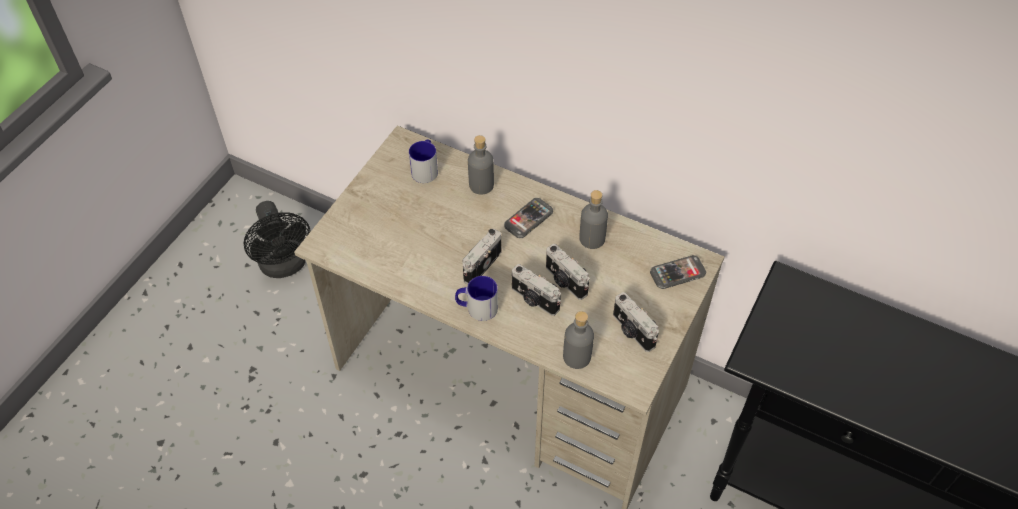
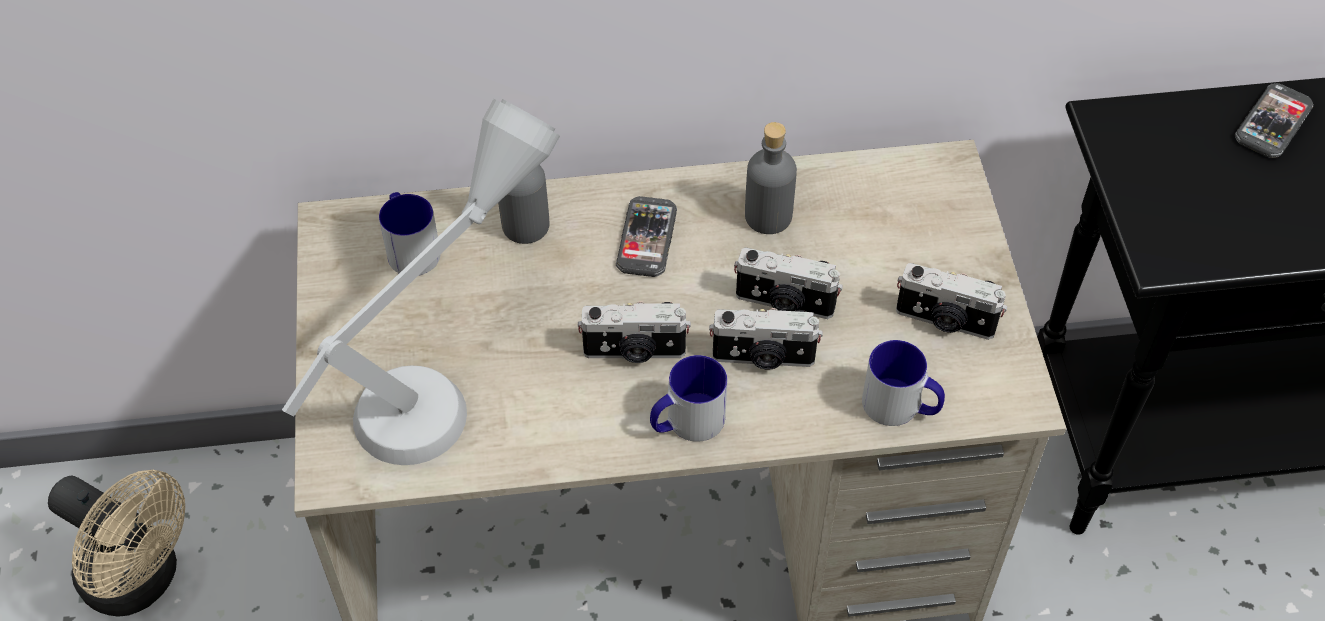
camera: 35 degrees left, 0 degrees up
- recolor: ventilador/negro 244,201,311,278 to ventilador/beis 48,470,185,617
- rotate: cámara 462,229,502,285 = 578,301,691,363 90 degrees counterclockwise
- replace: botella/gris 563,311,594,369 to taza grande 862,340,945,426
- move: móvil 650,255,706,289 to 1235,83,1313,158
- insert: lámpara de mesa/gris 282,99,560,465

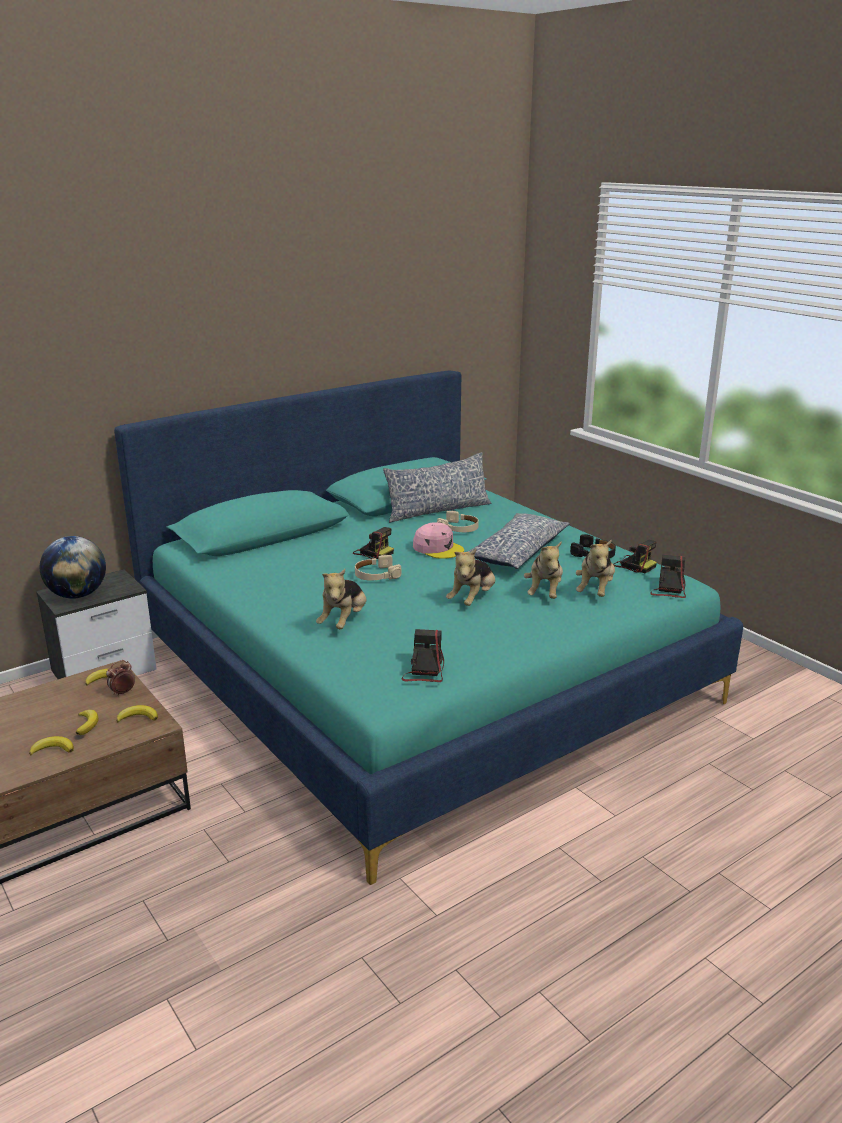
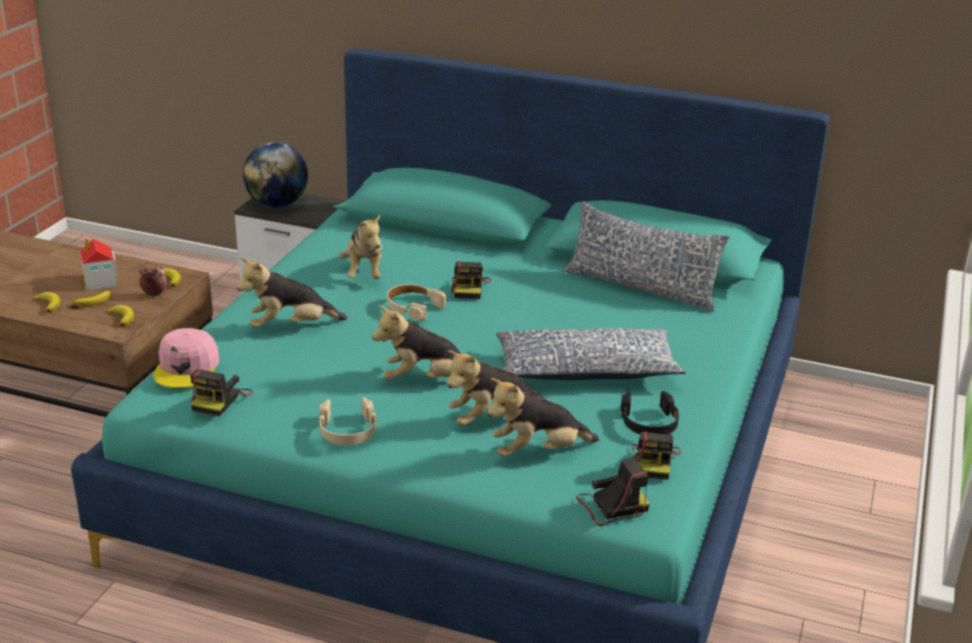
camera: 55 degrees right, 5 degrees up
- rotate: cámara 402,629,444,682 = 190,369,253,416 135 degrees clockwise
- move: gorra/rosa 413,522,464,559 to 153,328,219,388
- move: auriculares/beis 437,511,479,532 to 318,397,377,446
- insert: casita 79,237,118,291
- insert: peluche 338,213,382,279

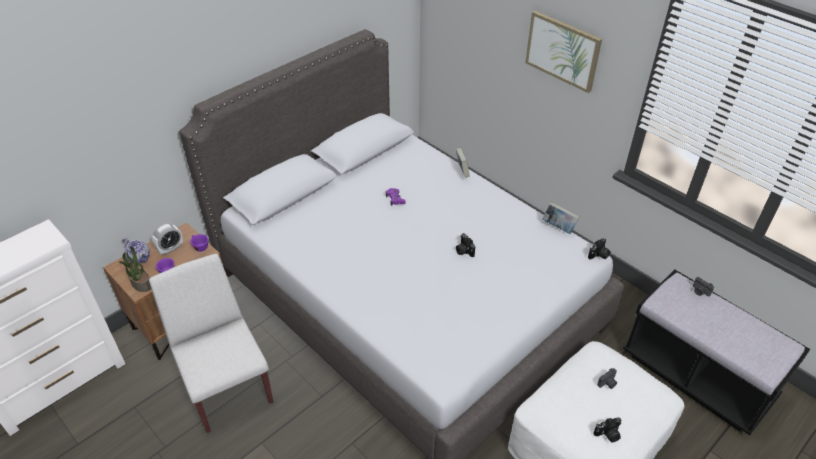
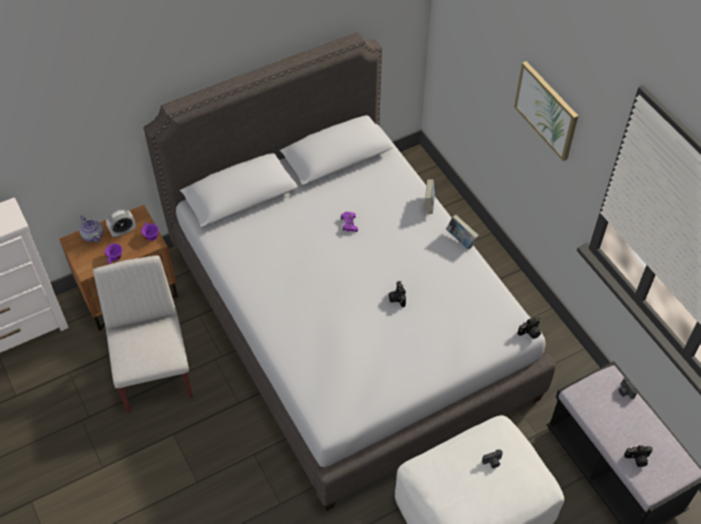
camera: 15 degrees right, 10 degrees up
- delete: planta en maceta 119,246,151,292
- move: libro 542,202,580,234 to 446,215,479,250
- move: cámara 593,417,622,443 to 624,445,653,467

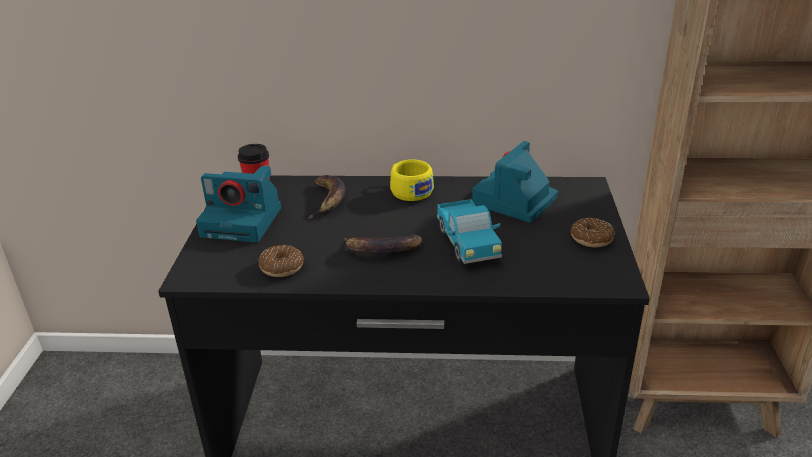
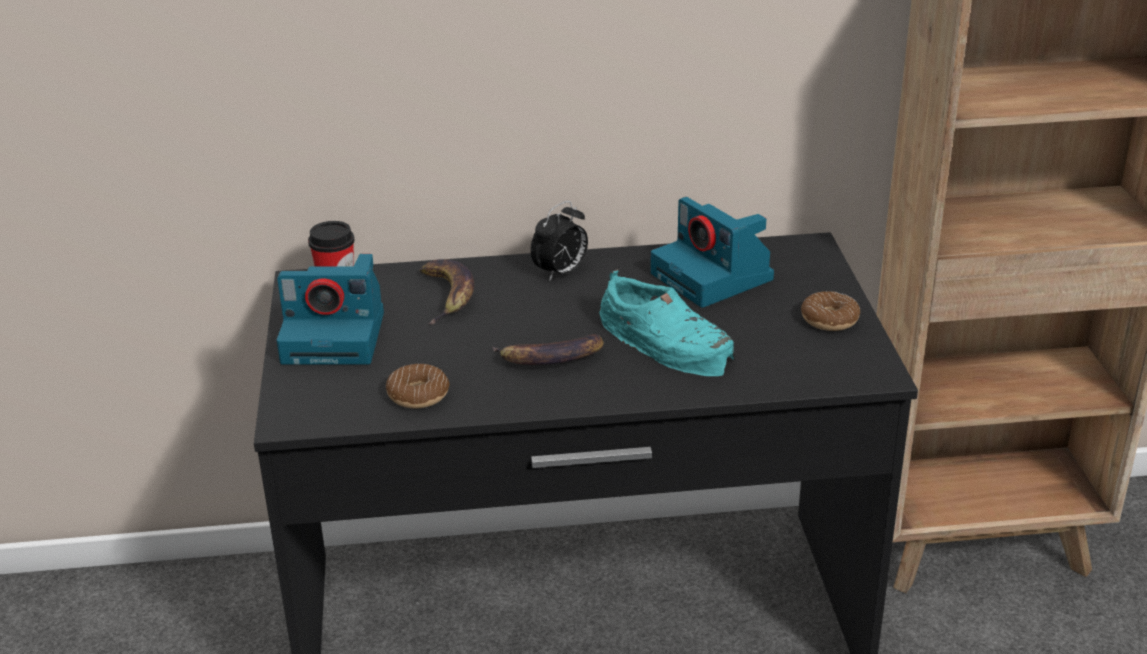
camera: 10 degrees left, 0 degrees up
- replace: taza/amarillo 390,159,434,201 to despertador 531,201,588,281
- replace: camión de juguete 437,199,502,264 to zapato/turquesa 599,269,734,376
- rotate: cámara 472,141,558,223 = 651,197,774,308 60 degrees counterclockwise

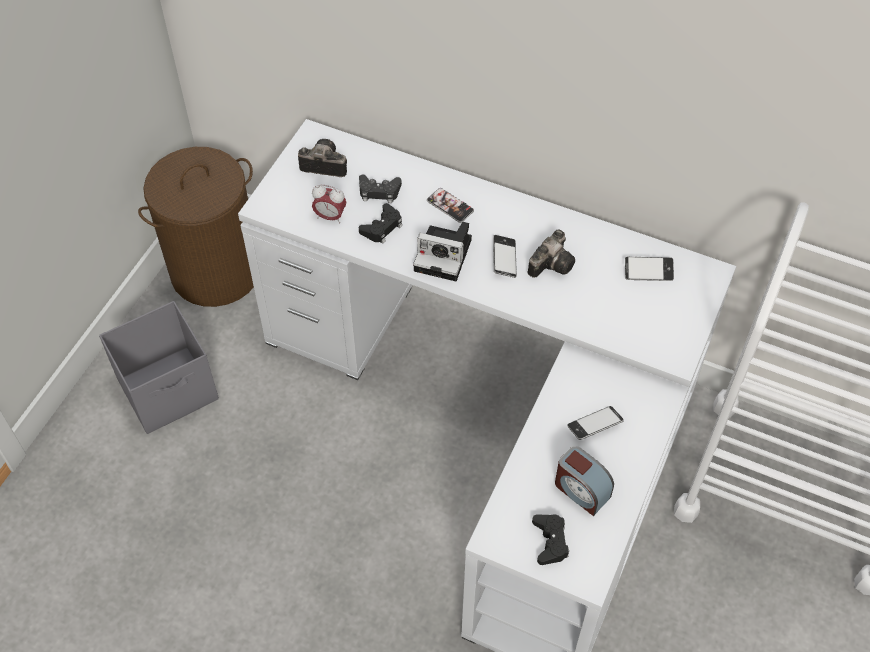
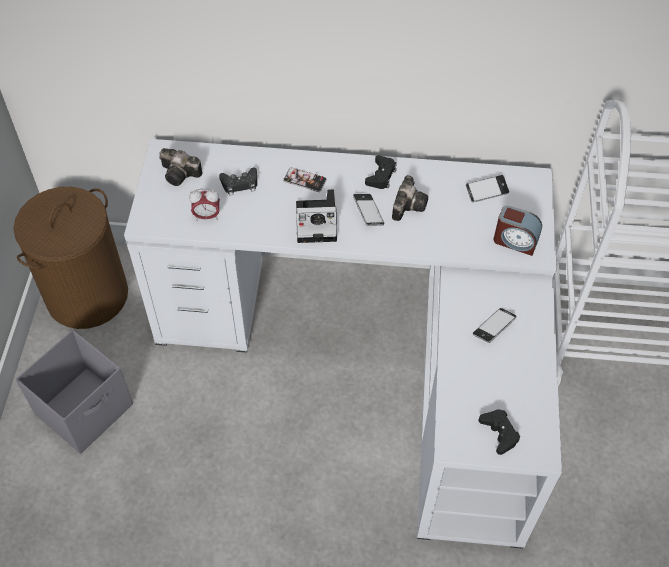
camera: 20 degrees left, 0 degrees up
- rotate: cámara 298,139,347,177 = 159,148,202,186 150 degrees counterclockwise
- move: mando de consola/negro 359,203,402,244 to 365,155,397,189
- move: despertador 555,446,614,516 to 493,205,542,256

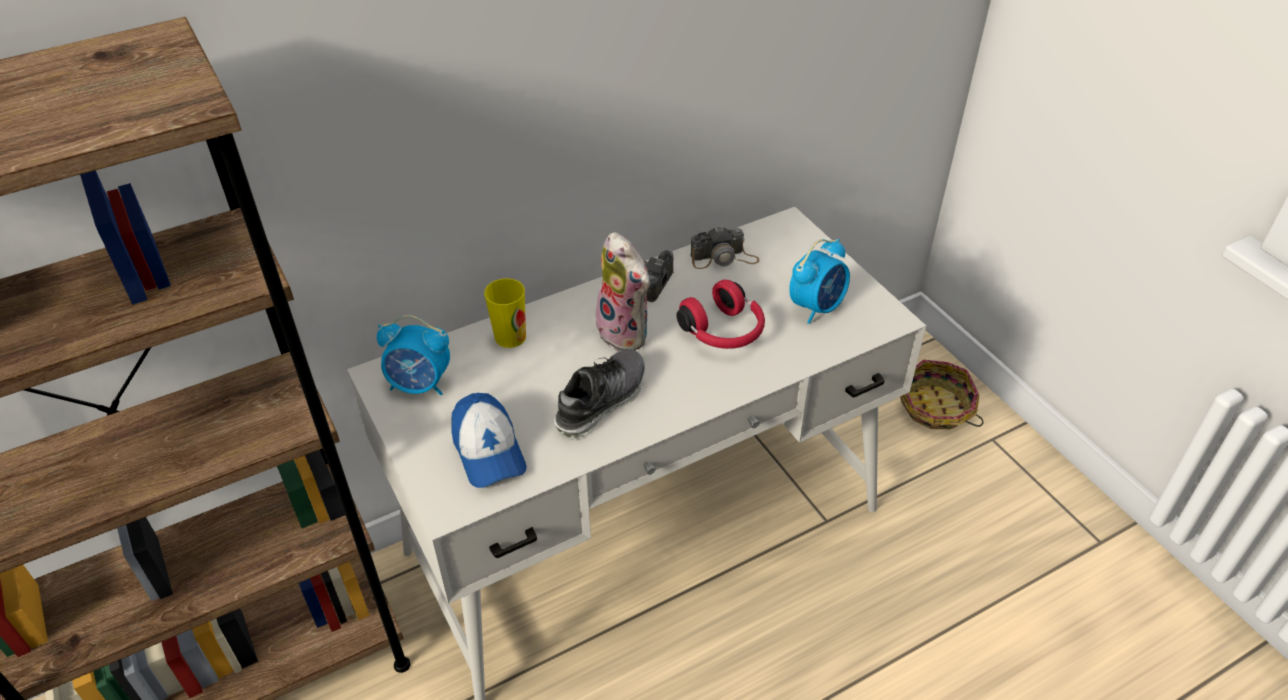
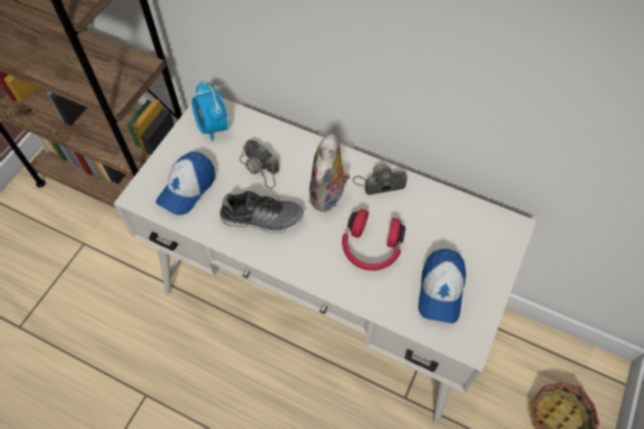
camera: 55 degrees right, 15 degrees up
- delete: taza 484,278,526,348
- move: cámara 690,226,760,269 to 239,139,279,189
- replace: despertador 789,238,850,324 to gorra 418,249,466,323

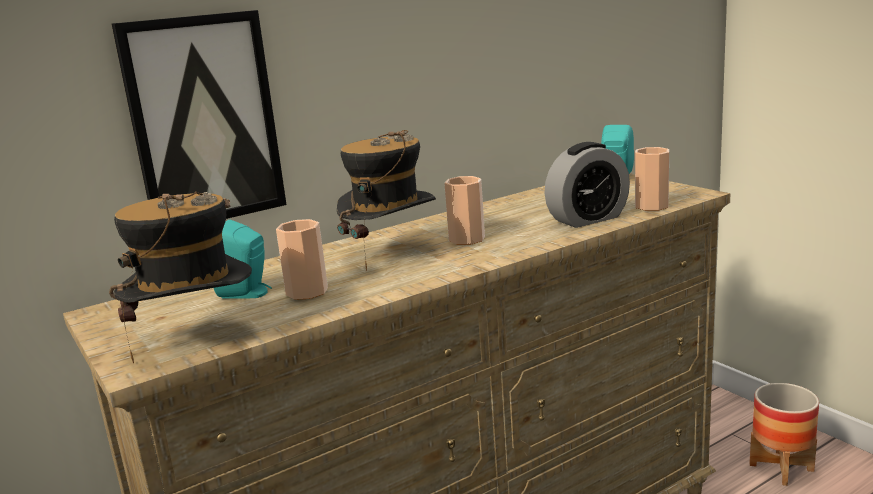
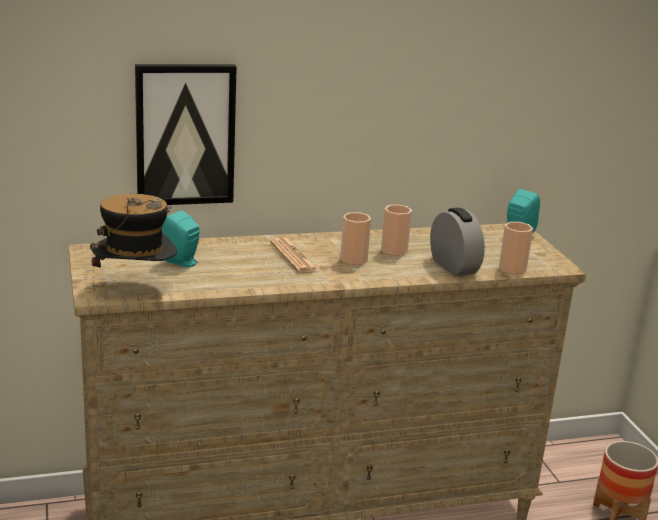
camera: 15 degrees right, 5 degrees up
- move: taza 276,219,328,300 to 381,204,412,256
- replace: sombrero 337,130,436,271 to periódico 270,237,320,273
- rotate: despertador 545,142,630,228 = 430,208,485,277 105 degrees counterclockwise

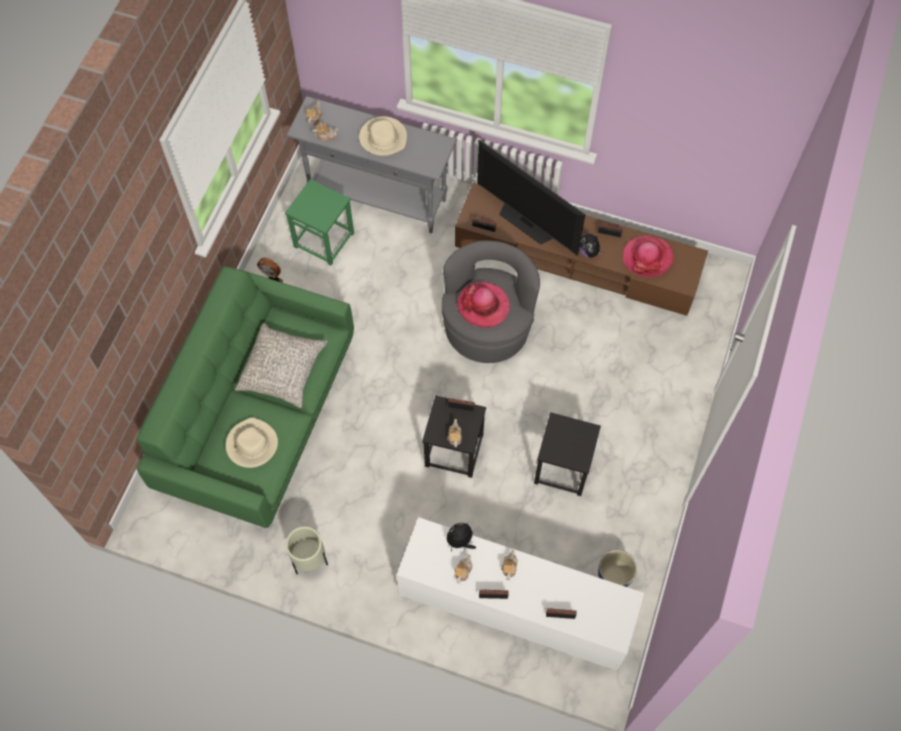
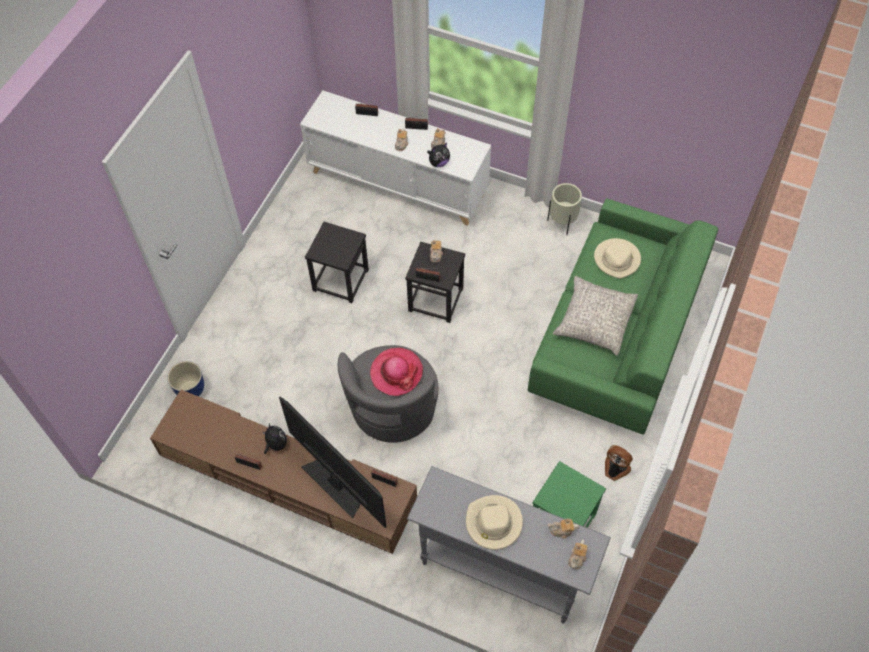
camera: 175 degrees left, 5 degrees down
- move: maceta 598,550,637,587 to 167,361,204,396
- delete: sombrero 623,236,674,277

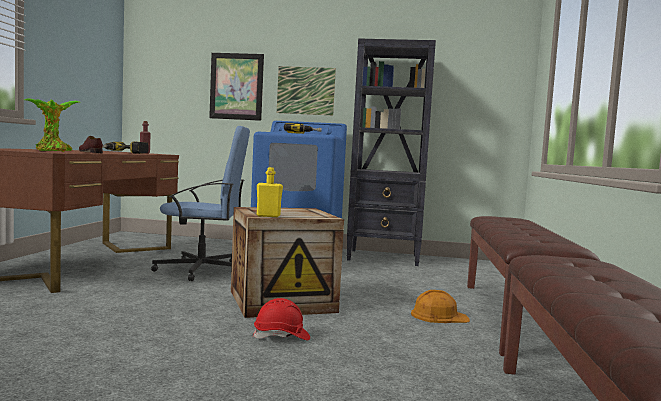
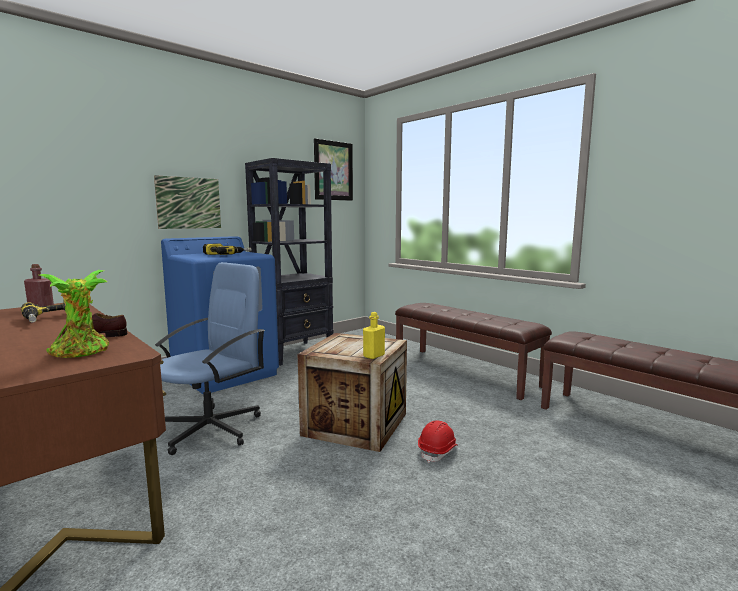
camera: 50 degrees left, 5 degrees up
- move: cuadro 209,53,264,121 to 314,138,353,201
- delete: casco/naranja 411,290,470,323

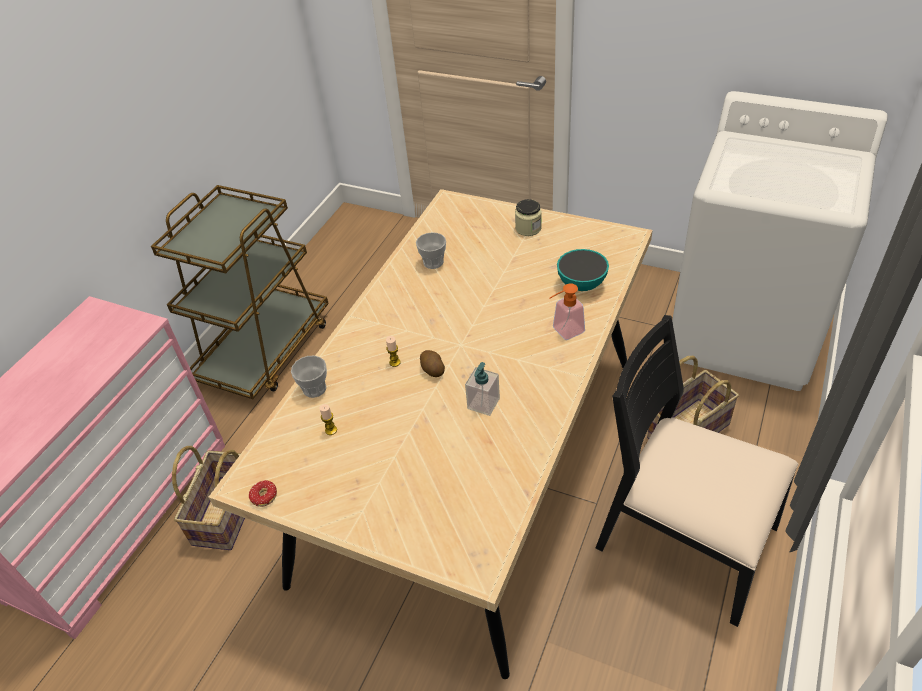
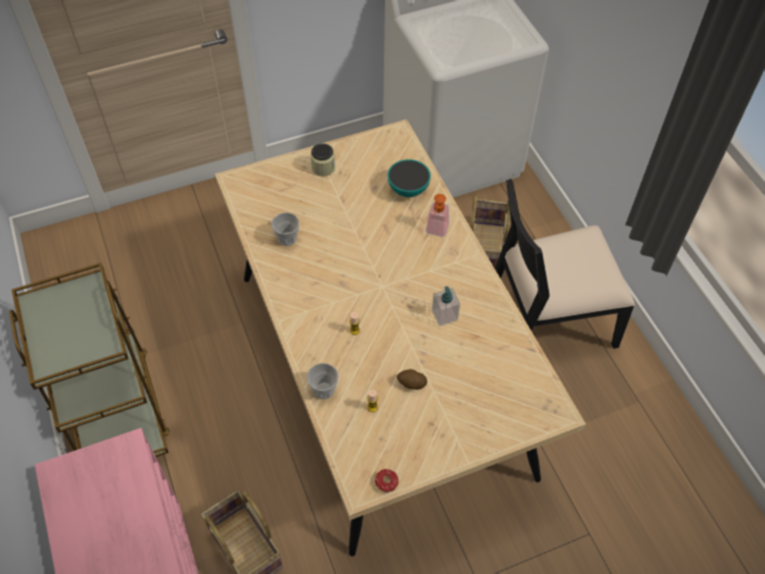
camera: 50 degrees left, 10 degrees up
- move: patata 420,350,445,377 to 397,369,427,390

